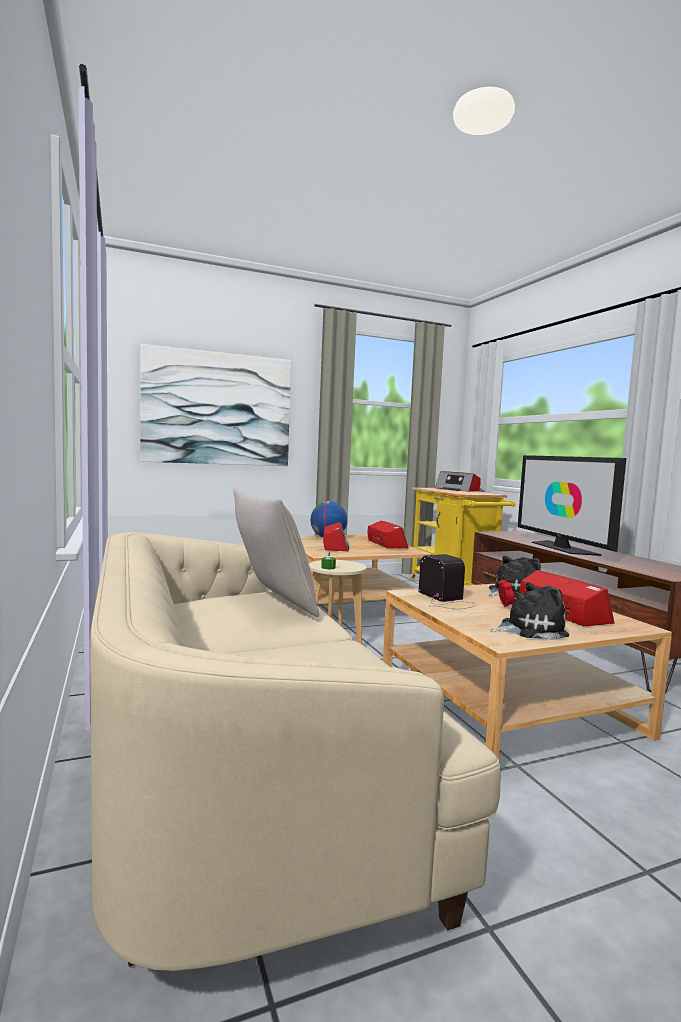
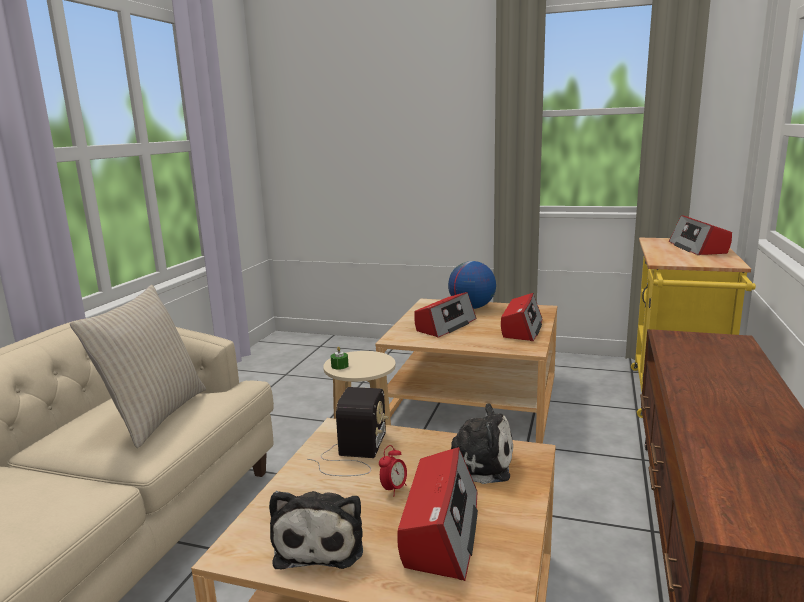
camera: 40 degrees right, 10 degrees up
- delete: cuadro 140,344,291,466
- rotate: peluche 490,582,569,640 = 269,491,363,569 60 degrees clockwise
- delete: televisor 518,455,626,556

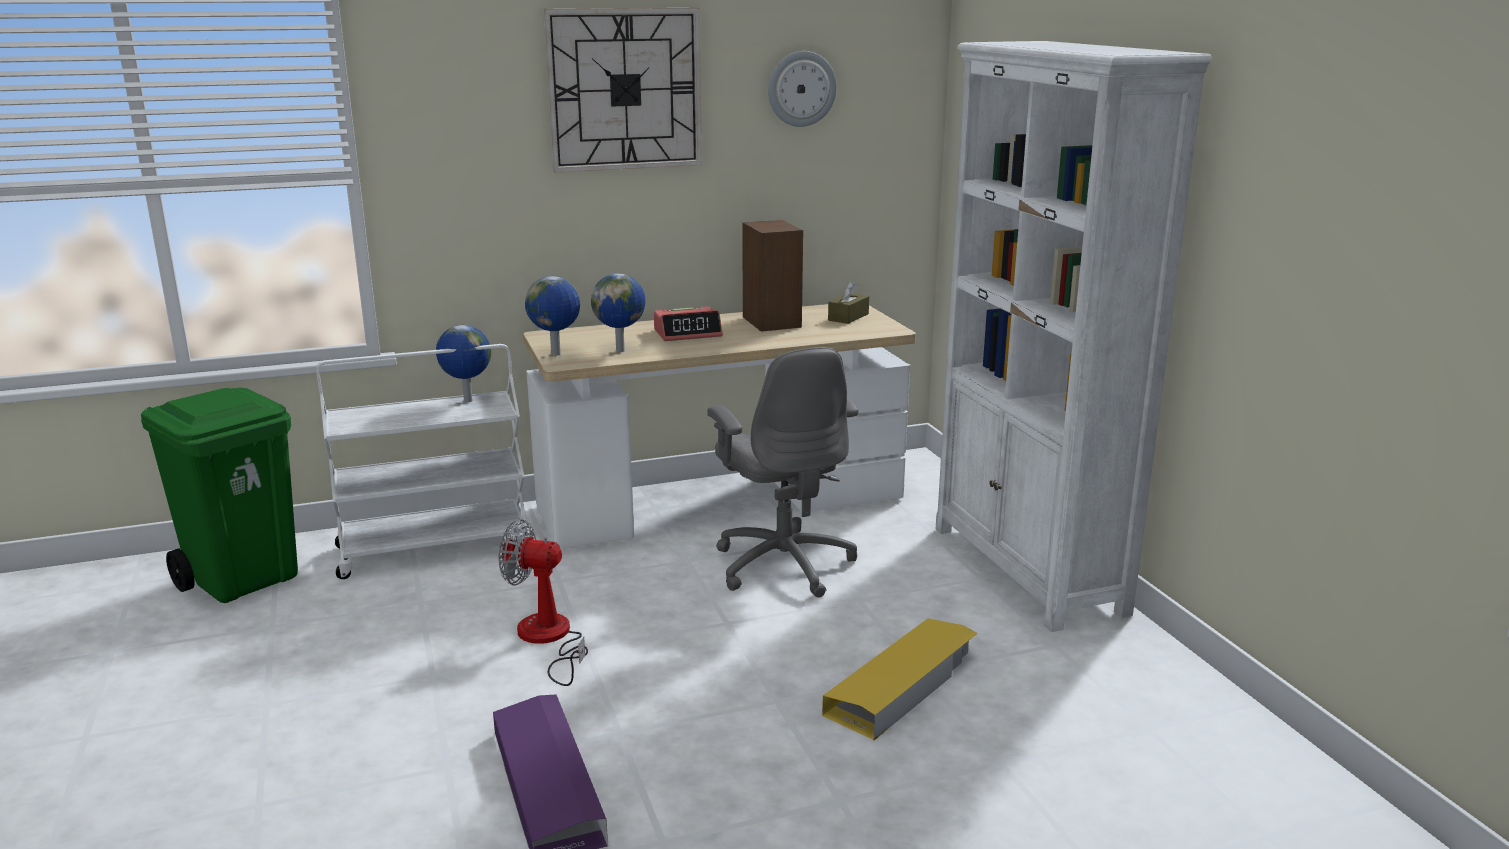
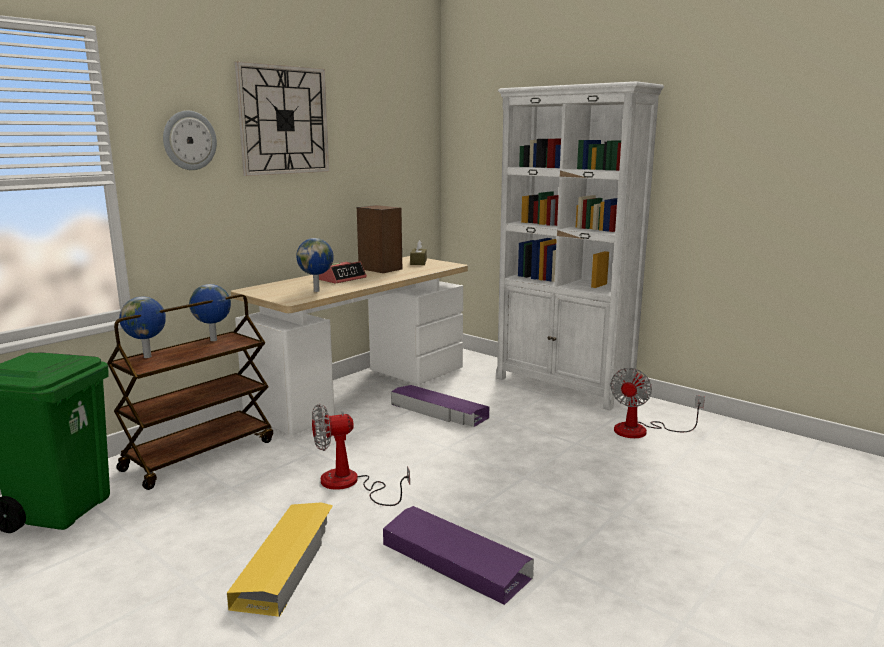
camera: 30 degrees left, 5 degrees down
- recolor: carrito/blanco 317,344,529,579 to carrito/marrón 107,294,273,490
- move: globo terráqueo 525,276,580,356 to 119,297,166,358
- replace: silla de oficina/gris 707,347,858,597 to caja de almacenaje/morado 391,385,489,427
- move: reloj de pared 768,51,837,127 to 163,111,217,170
- move: caja de almacenaje/amarillo 822,618,978,741 to 227,502,333,617
- insert: ventilador 610,368,705,438

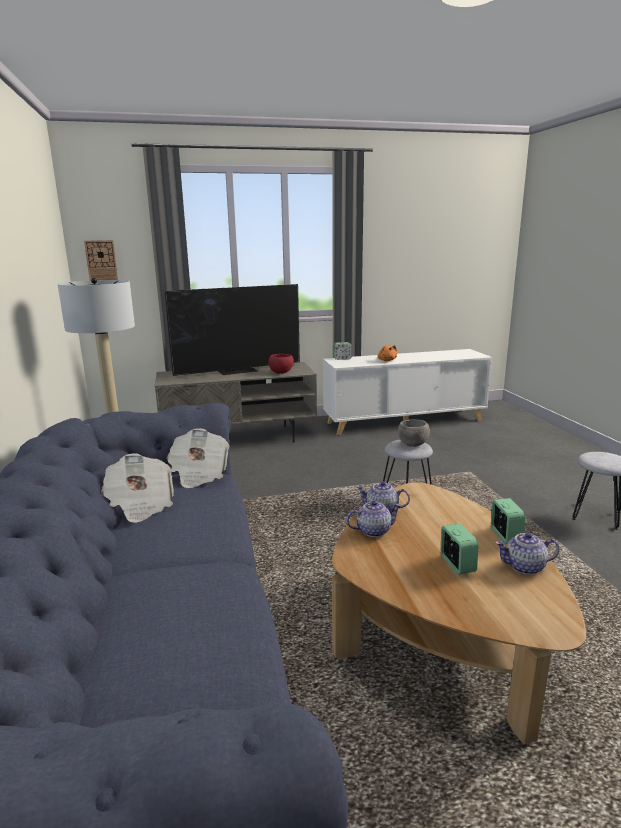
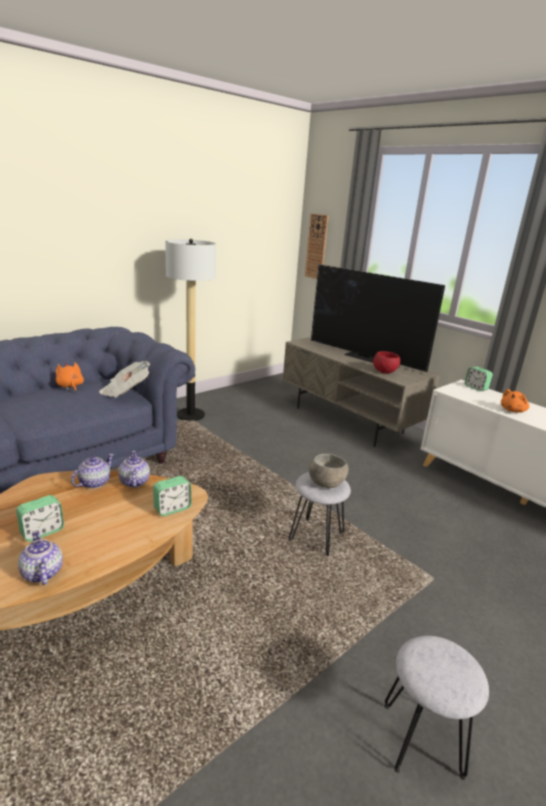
camera: 60 degrees right, 5 degrees up
- replace: periódico 102,453,174,523 to peluche/naranja 56,362,84,392
- rotate: tetera 346,500,402,537 = 71,454,114,489 105 degrees counterclockwise
- move: despertador 491,498,525,544 to 153,476,192,516

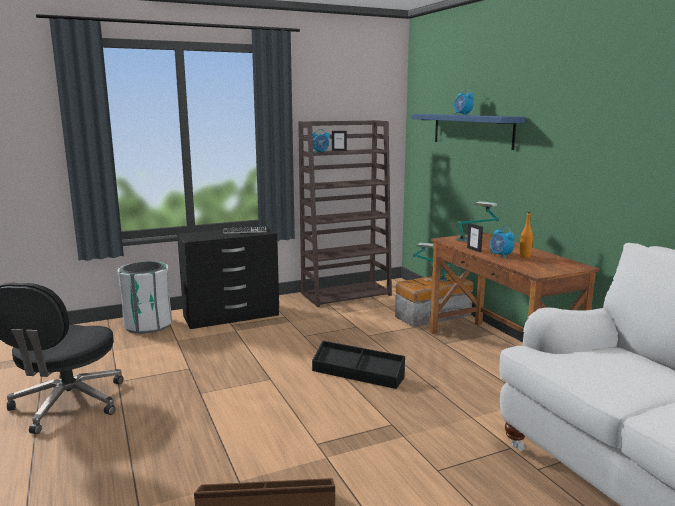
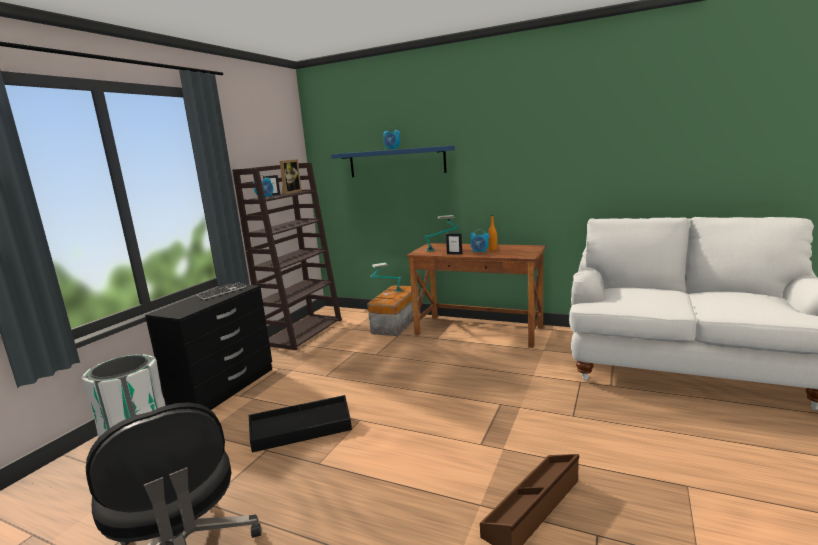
camera: 40 degrees left, 0 degrees up
- move: caja de almacenaje/negro 312,341,405,389 to 249,395,352,453
- insert: portarretratos 279,159,302,194

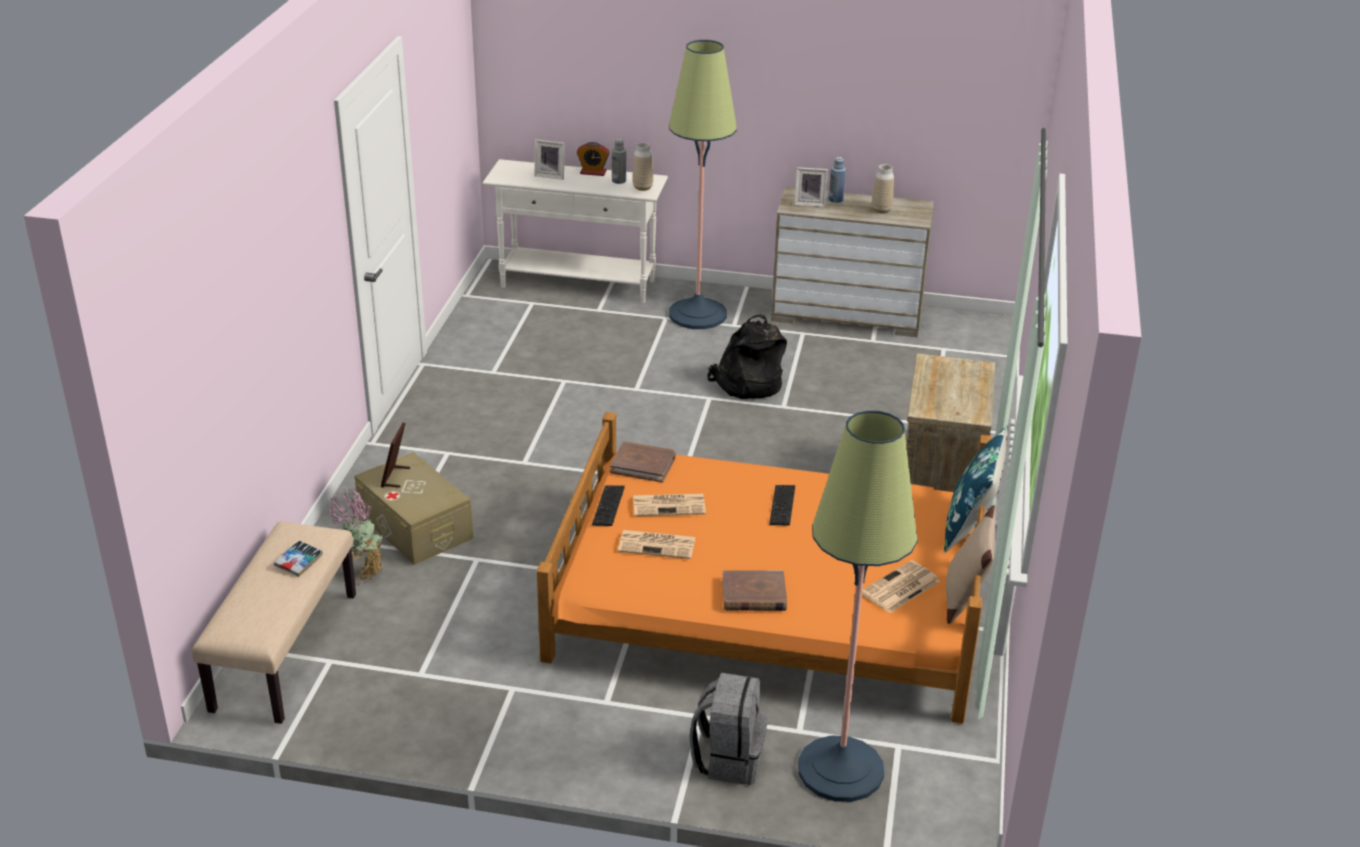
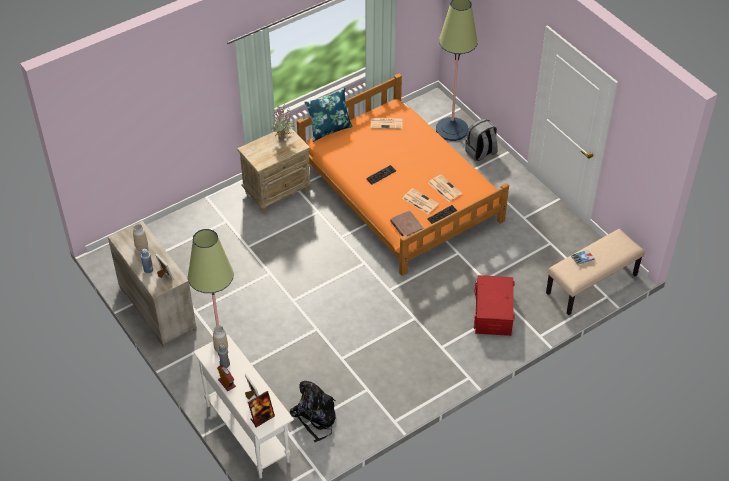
camera: 135 degrees left, 15 degrees up
- move: planta en maceta 329,489,386,583 to 272,106,295,139
- recolor: caja de almacenaje/beis 355,452,473,565 to caja de almacenaje/rojo 474,275,515,336
- move: portarretratos 380,422,410,488 to 248,391,275,427
- move: mochila/negro 707,314,787,399 to 290,381,336,443
- delete: libro/marrón 722,570,787,611
- delete: cojín/beis 946,505,996,624

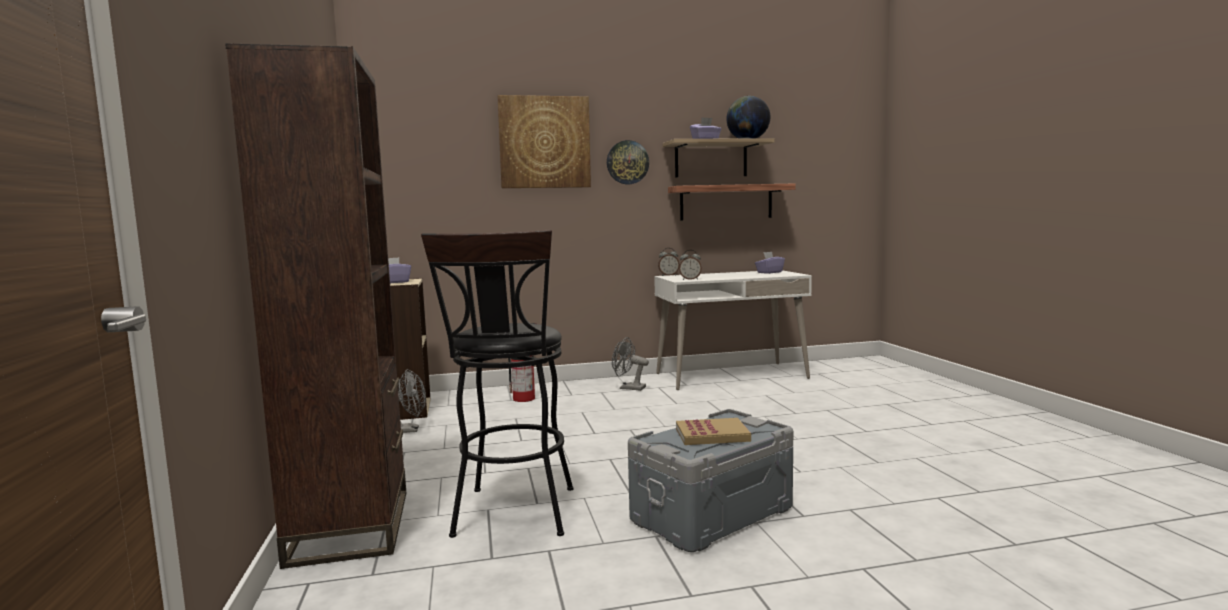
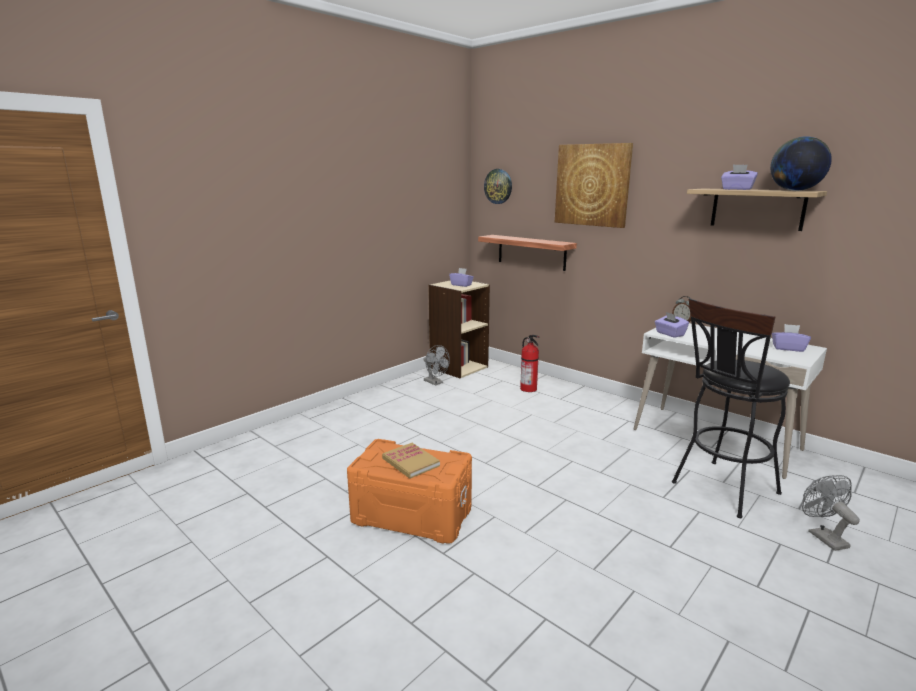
camera: 55 degrees right, 10 degrees up
- delete: estantería/marrón 225,43,406,569
- move: taburete/negro 421,230,573,538 to 672,298,790,518
- move: reloj de pared 607,140,649,184 to 484,169,512,204
- move: ventilador/gris 612,337,649,391 to 802,475,860,551
- recolor: caja de almacenaje/gris 628,409,793,552 to caja de almacenaje/naranja 347,439,472,544
- move: estante 668,183,796,221 to 478,235,577,271
- replace: despertador 679,250,702,280 to caja de pañuelos/morado 655,312,689,338

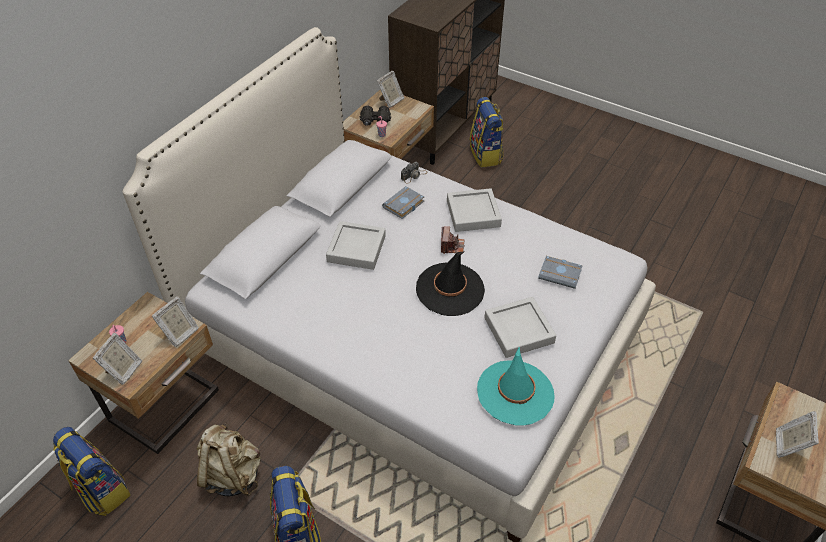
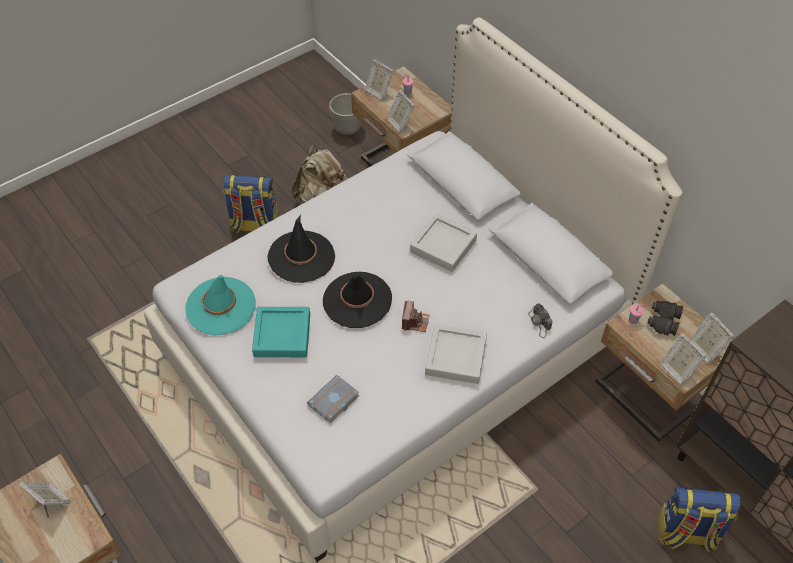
camera: 110 degrees right, 5 degrees up
- replace: mochila 53,427,131,516 to maceta 329,93,362,135
- delete: libro/gris 382,186,425,219
- rotate: cámara 441,226,464,254 = 402,300,429,332 105 degrees counterclockwise
- recolor: bandeja/gris 484,297,556,358 to bandeja/turquesa 252,307,310,357
- insert: sombrero/negro 267,215,335,283
- insert: portarretratos 660,333,707,385

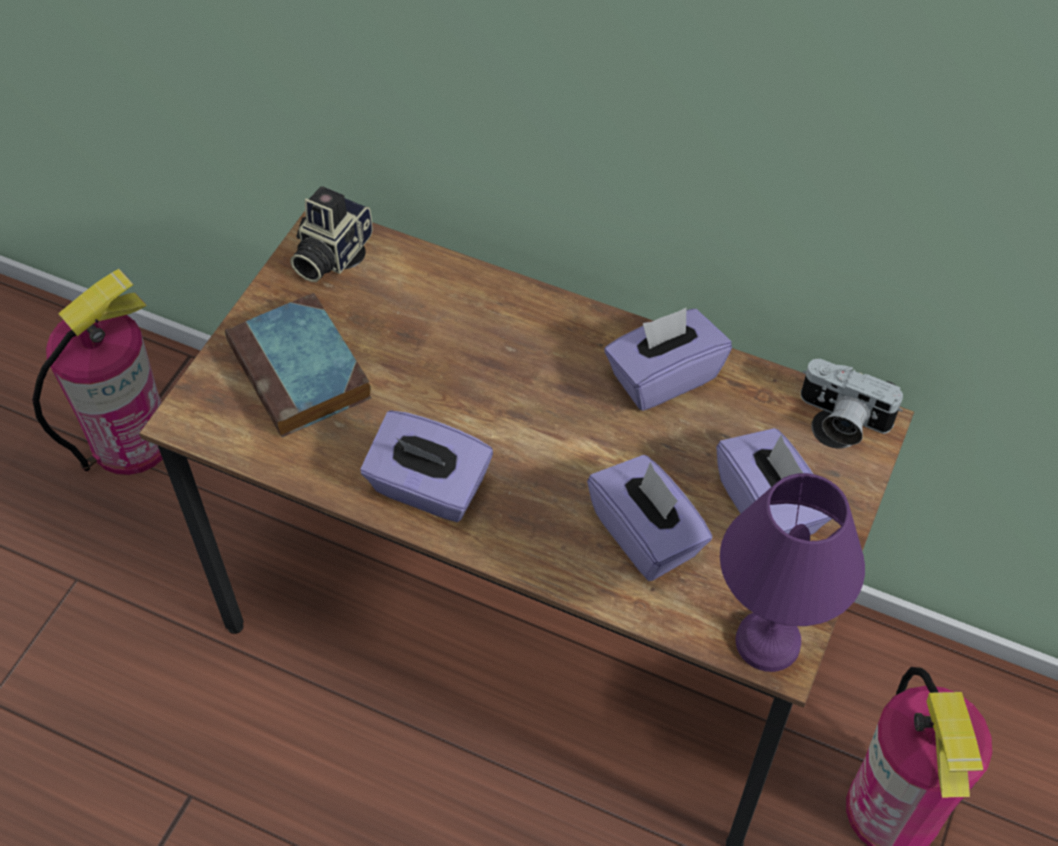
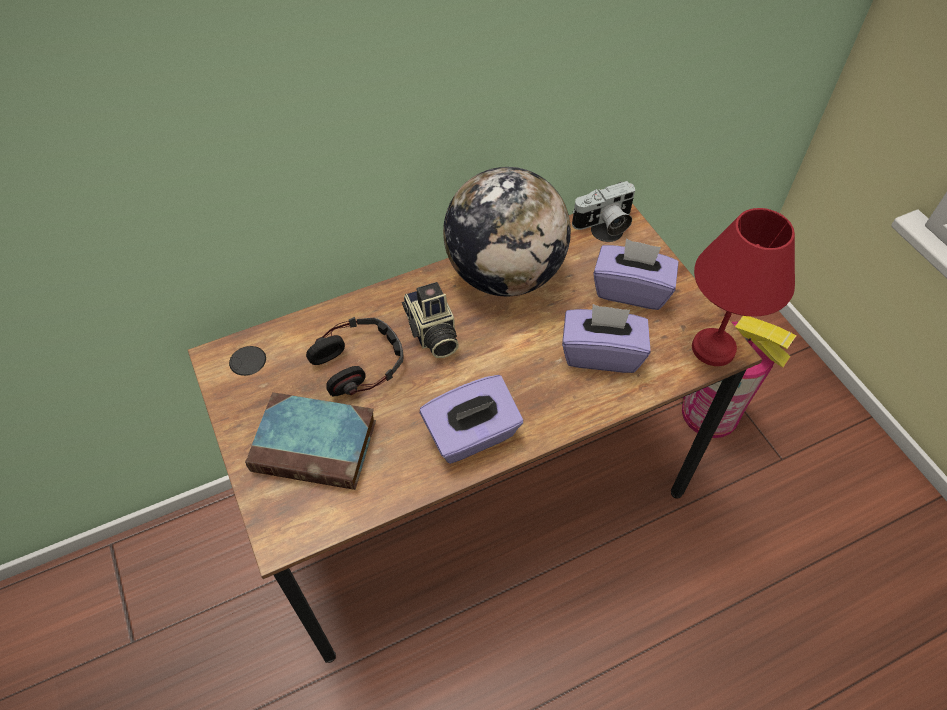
camera: 50 degrees left, 0 degrees up
- delete: extintor 32,269,163,475
- move: cámara 290,186,373,282 to 402,282,459,358
- replace: caja de pañuelos/morado 605,308,732,411 to globo terráqueo 443,167,571,296
- recolor: lámpara de mesa/morado 720,473,865,672 to lámpara de mesa/rojo 692,208,795,366
- insert: auriculares 306,317,403,396

